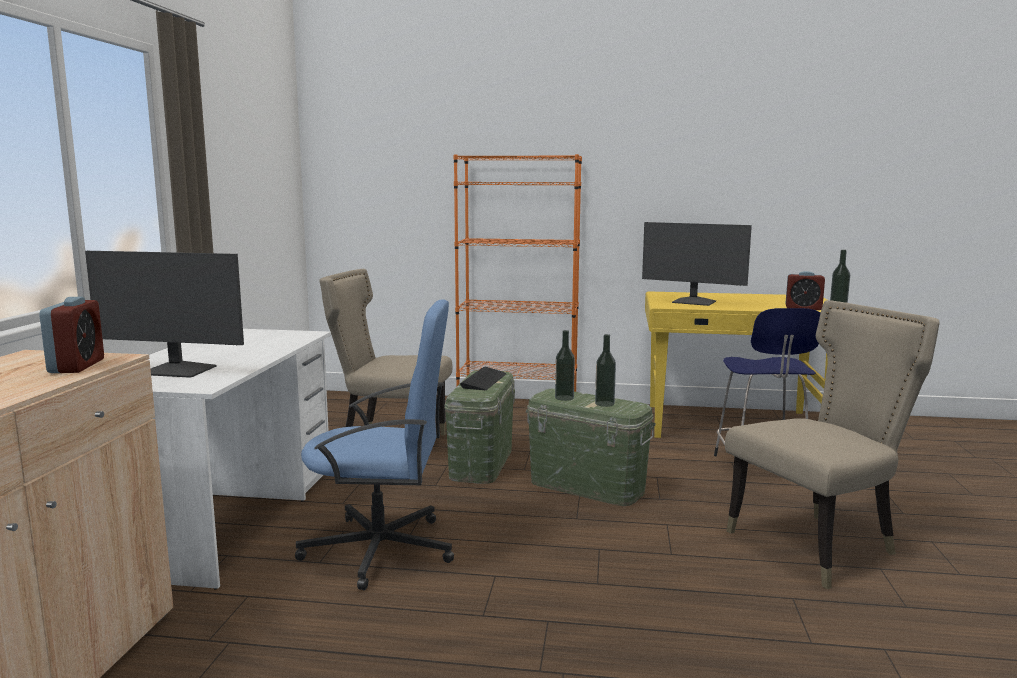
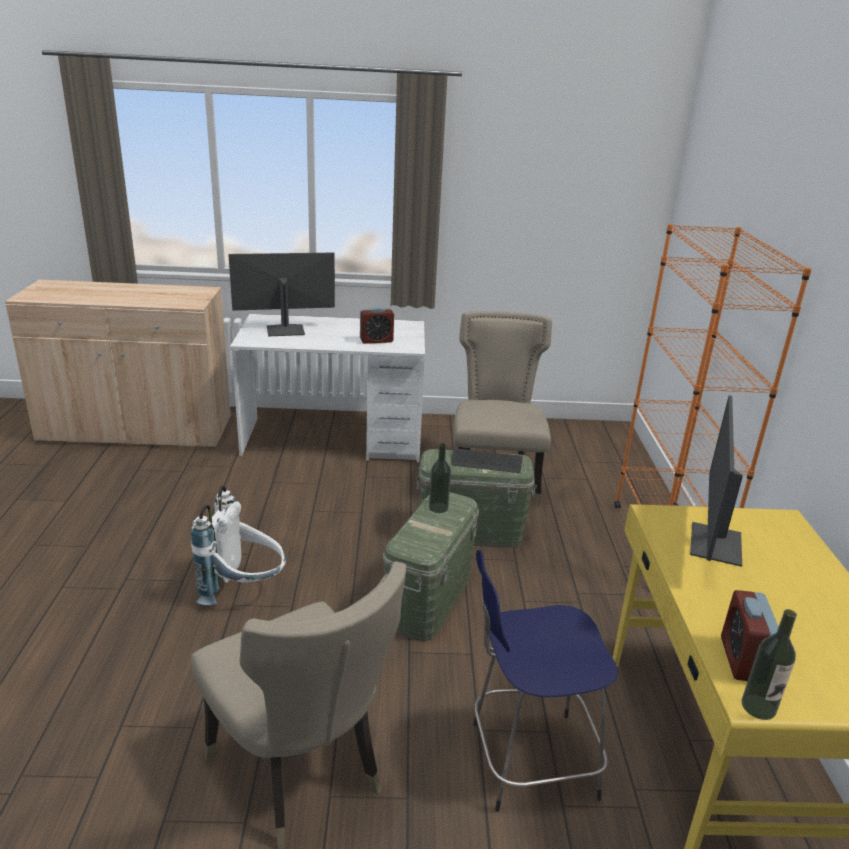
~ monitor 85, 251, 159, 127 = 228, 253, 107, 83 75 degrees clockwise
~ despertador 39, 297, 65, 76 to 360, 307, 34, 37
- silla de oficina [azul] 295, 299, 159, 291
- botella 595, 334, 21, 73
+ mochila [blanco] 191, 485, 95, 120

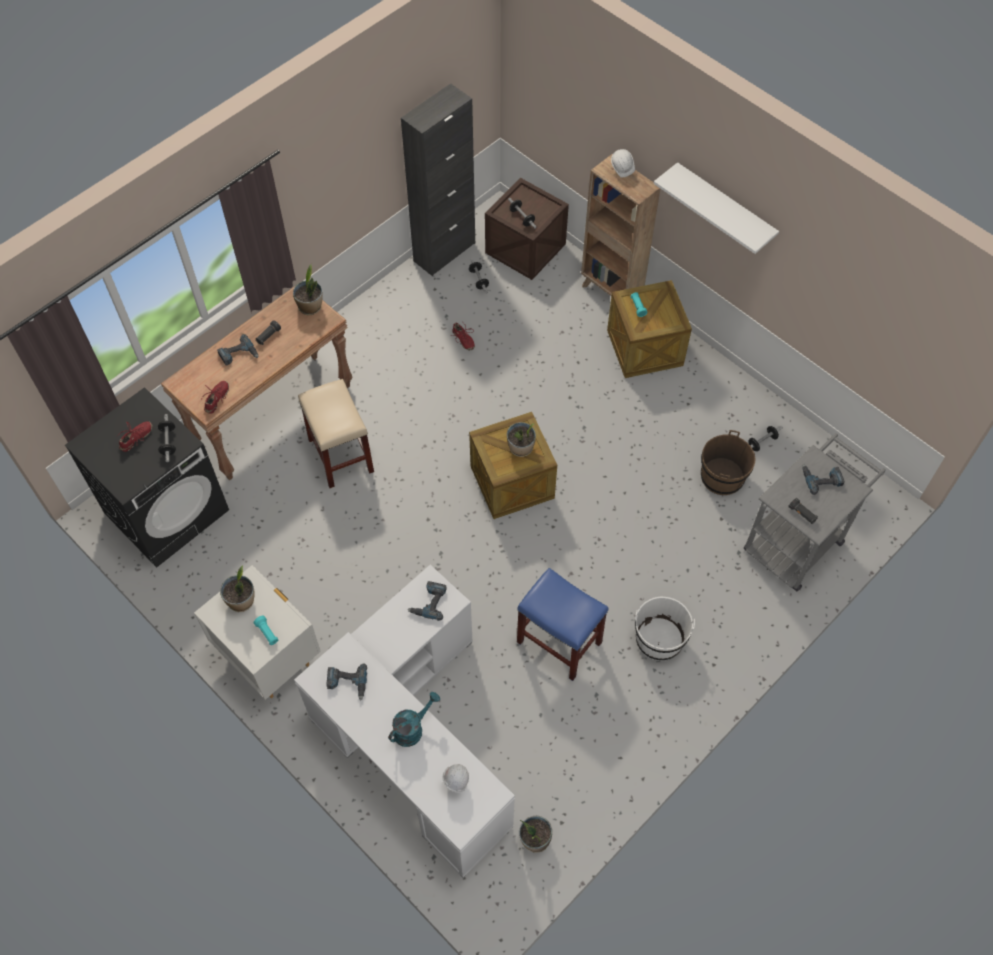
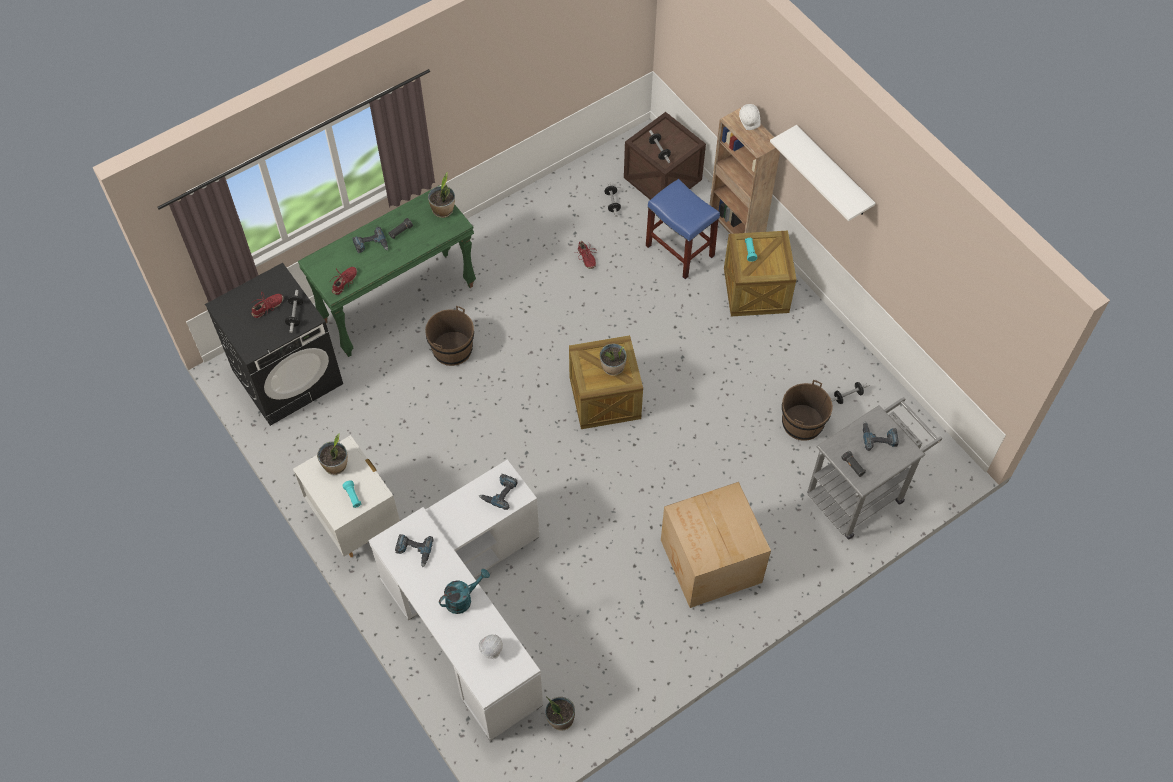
- armario [negro] 401, 83, 74, 193
~ mesa consola [marrón] 161, 286, 192, 194 to mesa consola [verde] 298, 189, 178, 168
~ taburete [beis] 298, 379, 76, 109 to cubo [marrón] 425, 306, 49, 60
~ taburete [azul] 517, 568, 91, 113 to 646, 179, 74, 100
~ cubo [blanco] 635, 597, 60, 64 to caja de cartón 661, 482, 110, 126

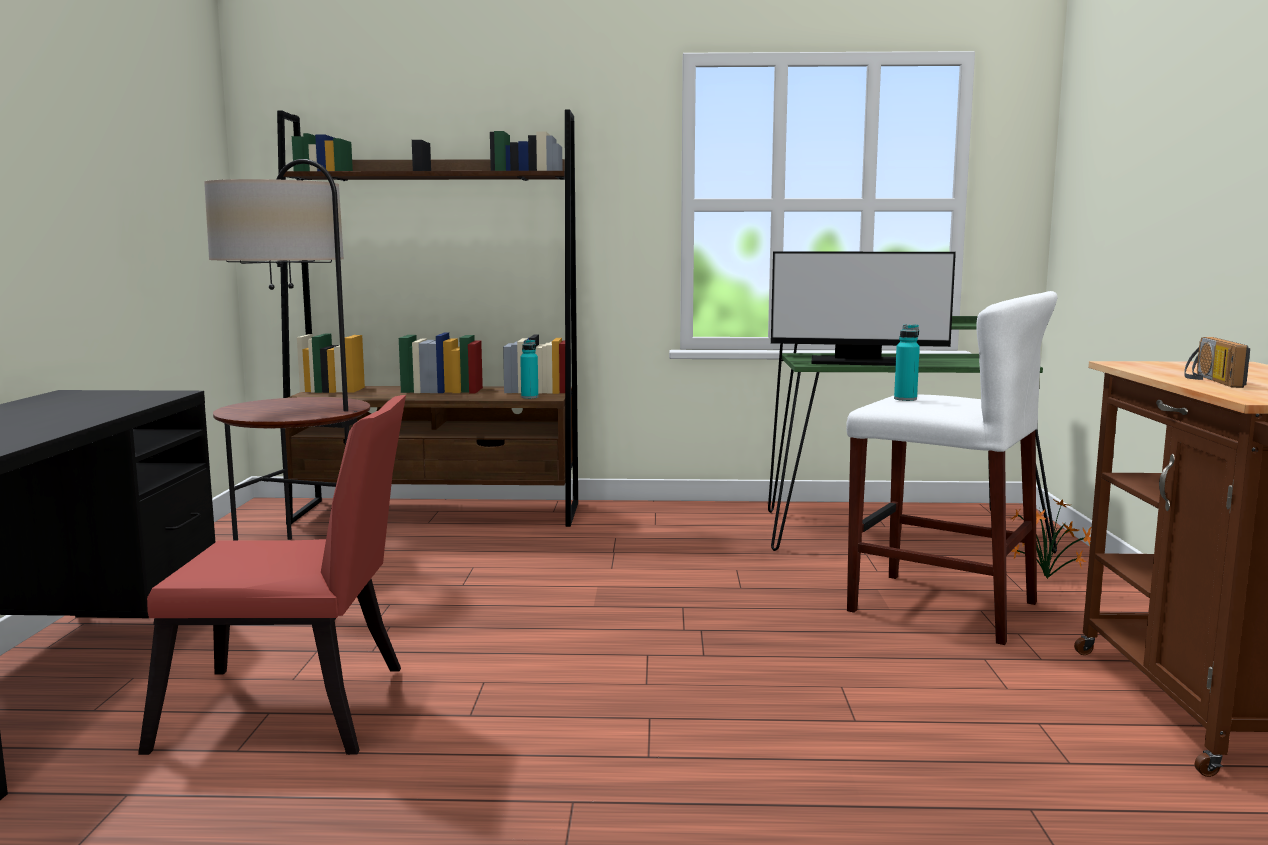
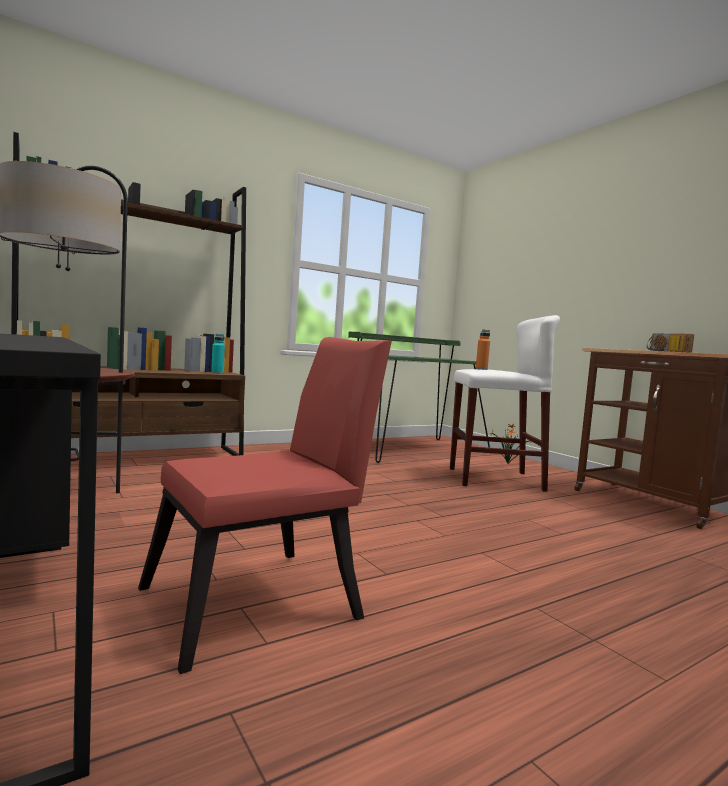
- monitor 771, 251, 185, 115
~ botella [turquesa] 894, 324, 26, 77 to botella [naranja] 476, 330, 14, 40

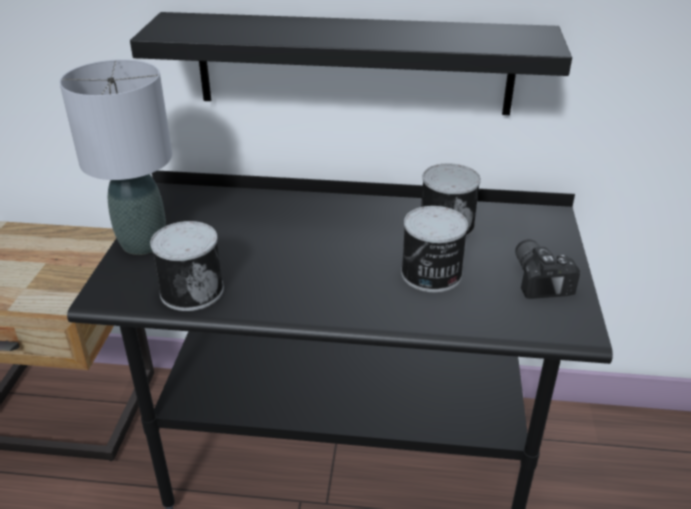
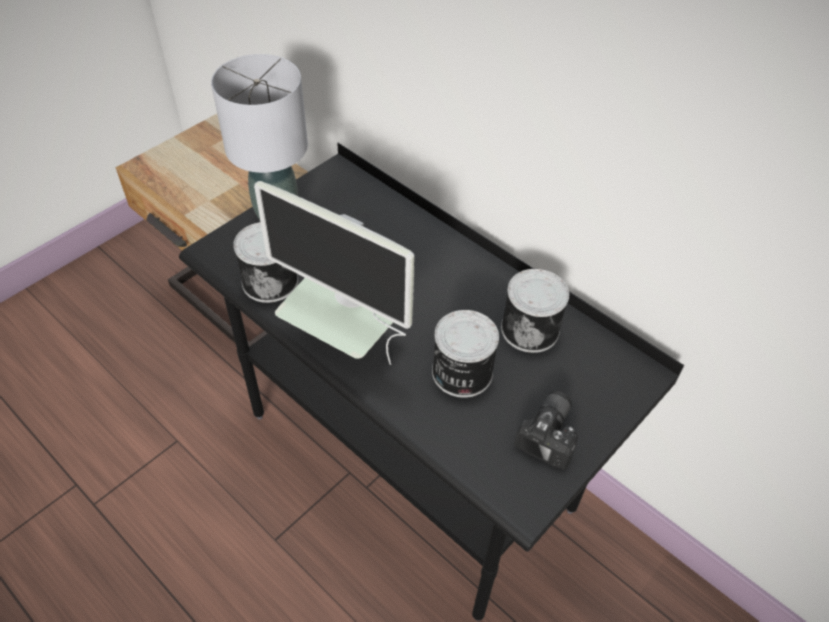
- estante [negro] 130, 12, 442, 103
+ monitor 254, 181, 160, 184

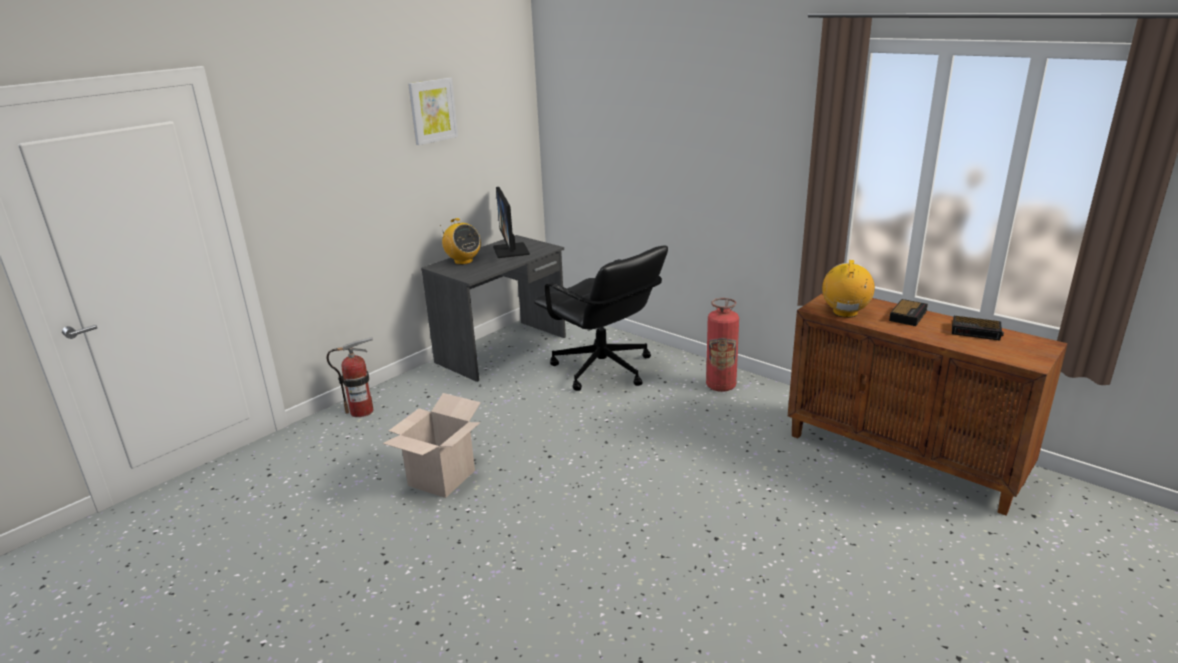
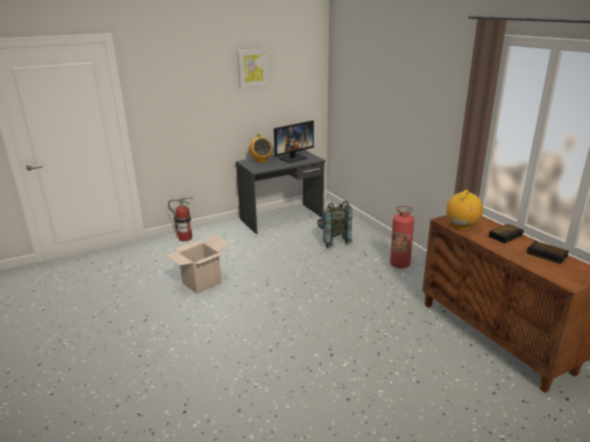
~ monitor 493, 187, 37, 71 = 274, 120, 40, 43 135 degrees counterclockwise
~ silla de oficina [negro] 534, 245, 134, 146 to mochila [gris] 317, 201, 36, 47

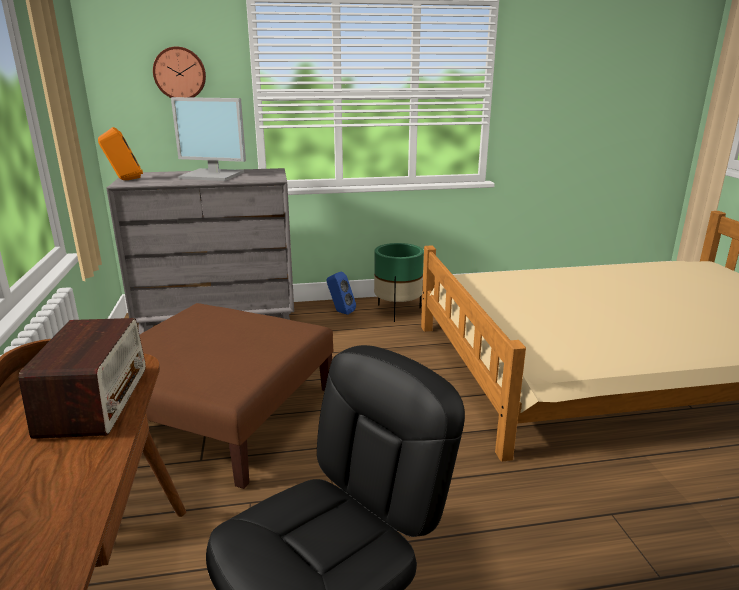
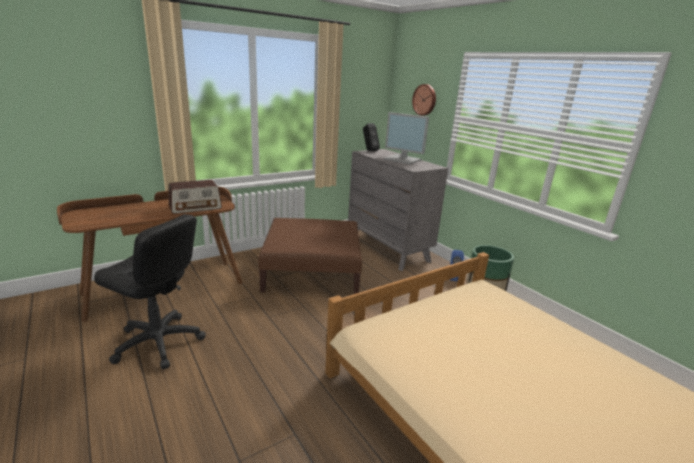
~ monitor 171, 97, 75, 84 = 384, 112, 45, 52 45 degrees counterclockwise
~ altavoz [naranja] 98, 127, 45, 53 to altavoz [negro] 363, 123, 17, 28

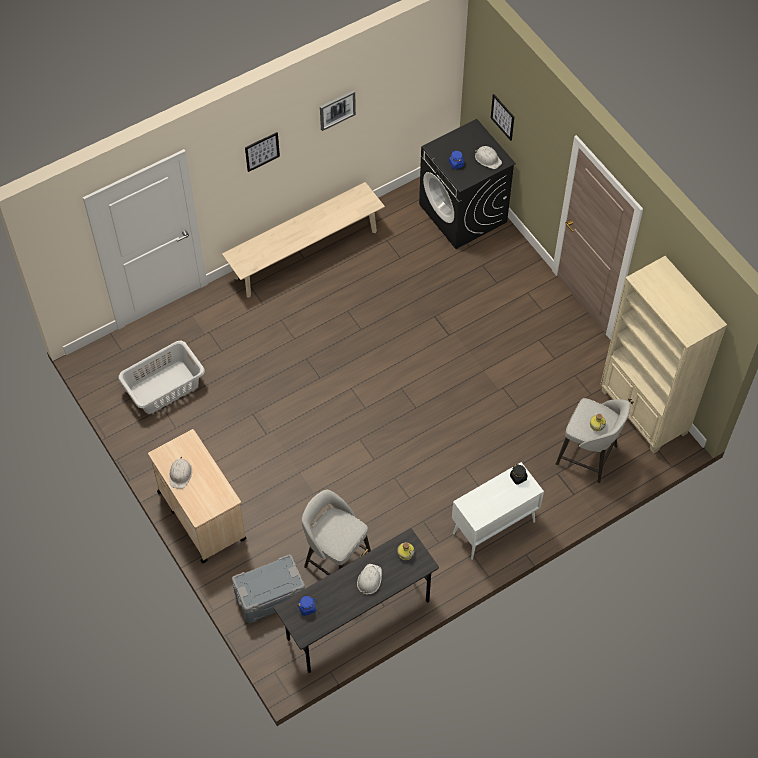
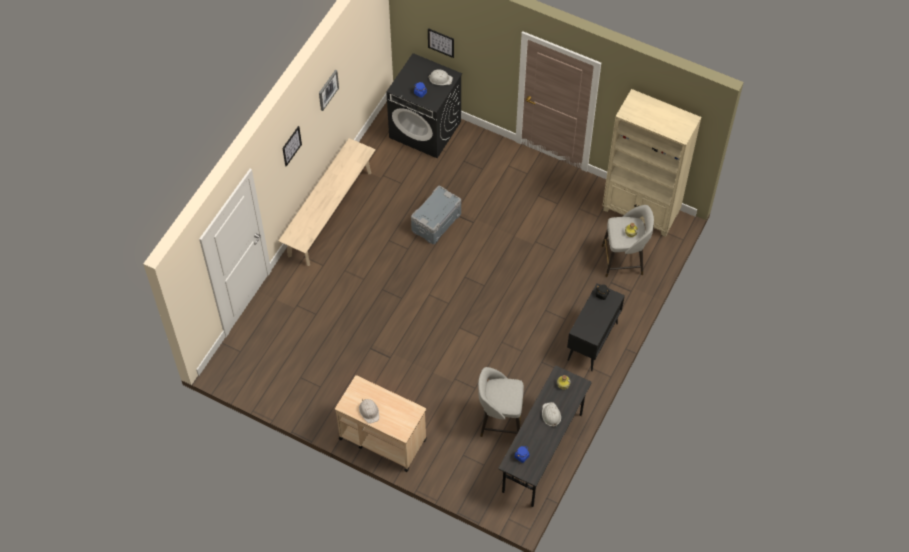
- cesto de la ropa [gris] 118, 341, 87, 73
~ armario [blanco] 452, 462, 92, 98 to armario [negro] 567, 283, 58, 88
~ caja de almacenaje [gris] 232, 554, 73, 69 to 411, 186, 50, 58

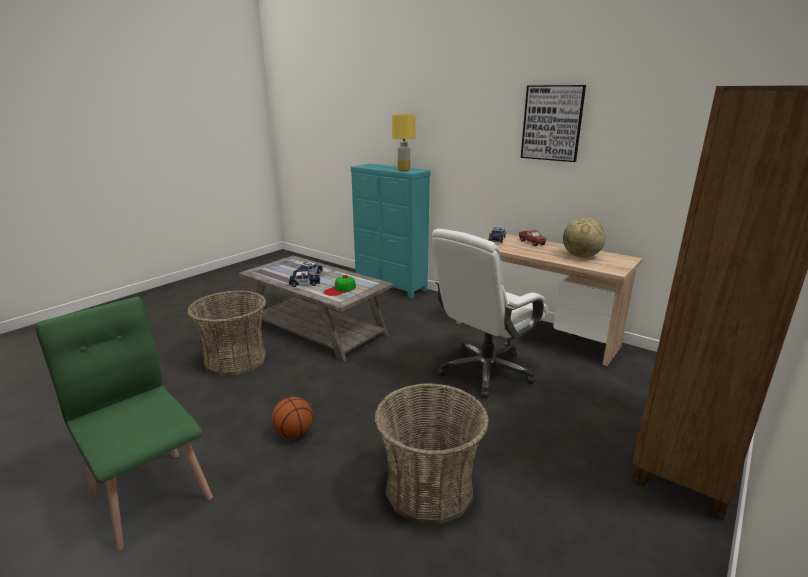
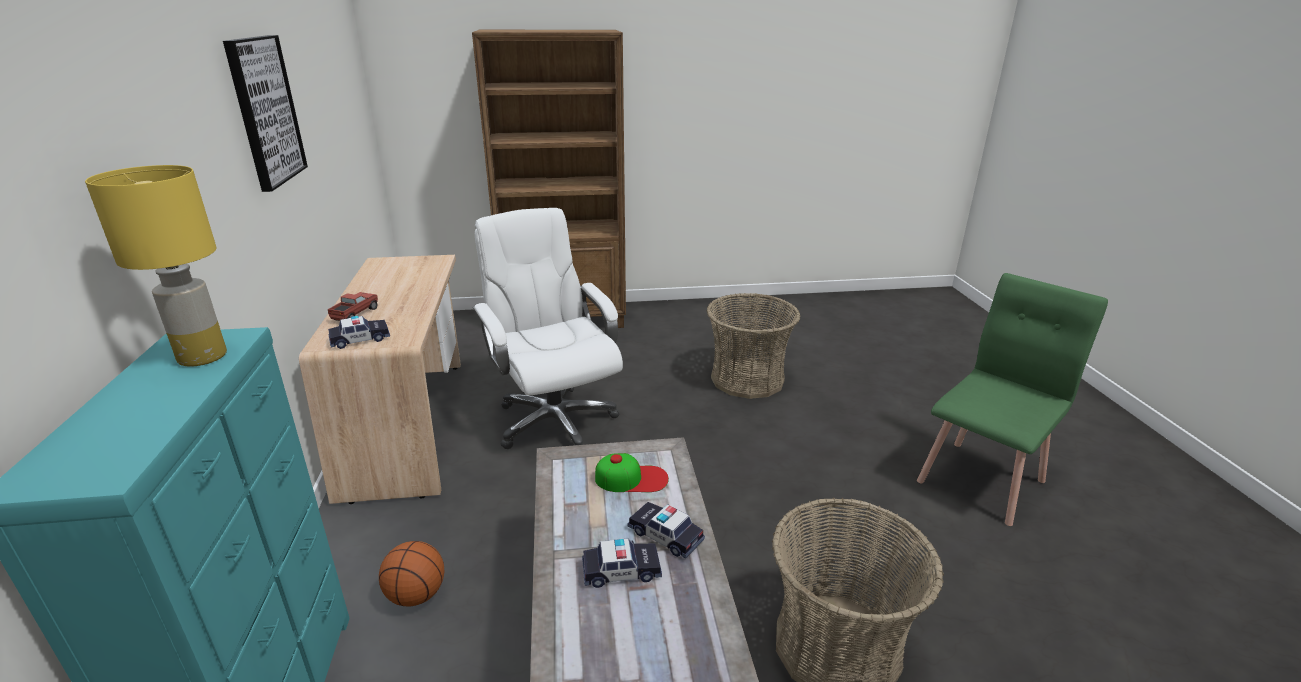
- globo terráqueo 563, 218, 43, 40
~ silla de oficina [blanco] 432, 229, 116, 169 = 473, 208, 150, 241 120 degrees counterclockwise
~ silla [verde] 35, 296, 178, 255 = 917, 273, 191, 253 135 degrees counterclockwise
~ balón de baloncesto 272, 397, 41, 42 to 379, 541, 65, 65

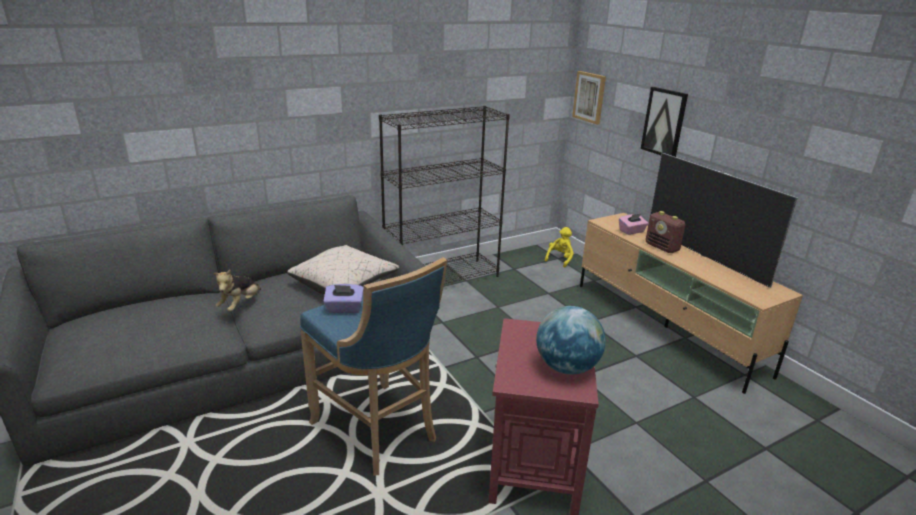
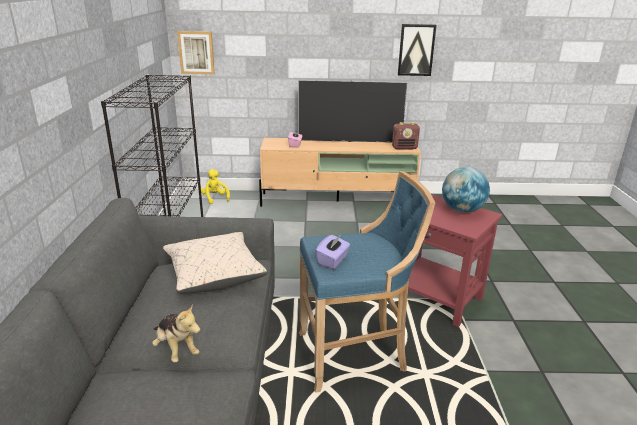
~ cuadro 641, 87, 47, 70 to 398, 24, 38, 52
~ radio 646, 211, 40, 42 to 392, 122, 28, 28

